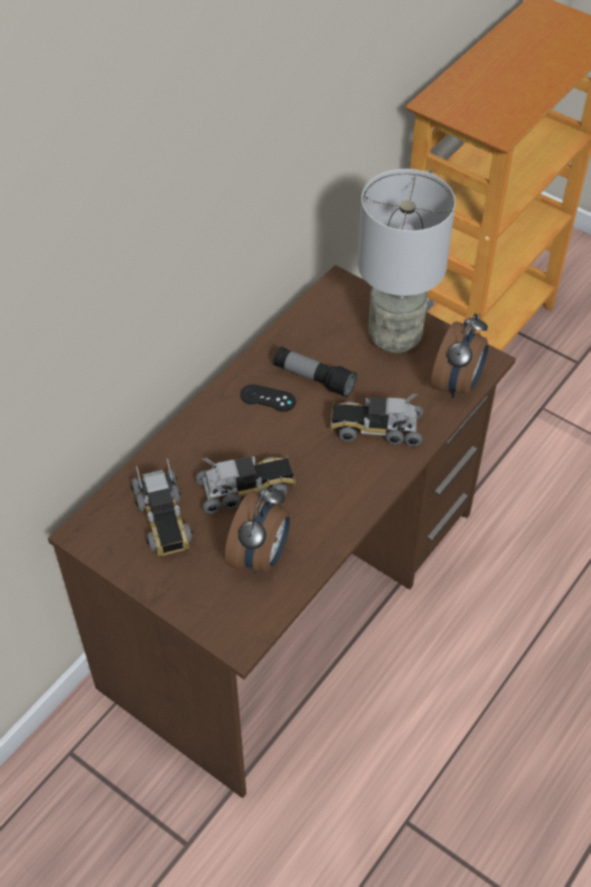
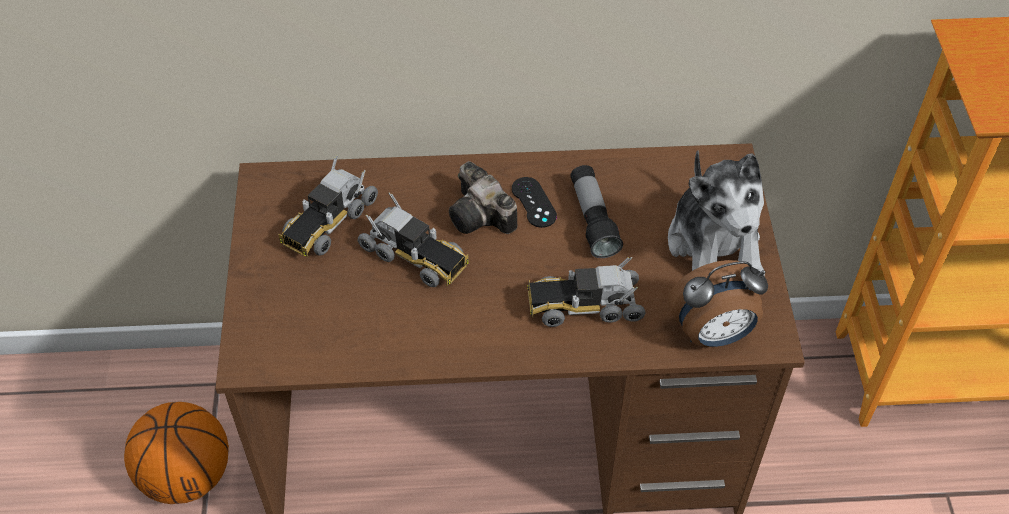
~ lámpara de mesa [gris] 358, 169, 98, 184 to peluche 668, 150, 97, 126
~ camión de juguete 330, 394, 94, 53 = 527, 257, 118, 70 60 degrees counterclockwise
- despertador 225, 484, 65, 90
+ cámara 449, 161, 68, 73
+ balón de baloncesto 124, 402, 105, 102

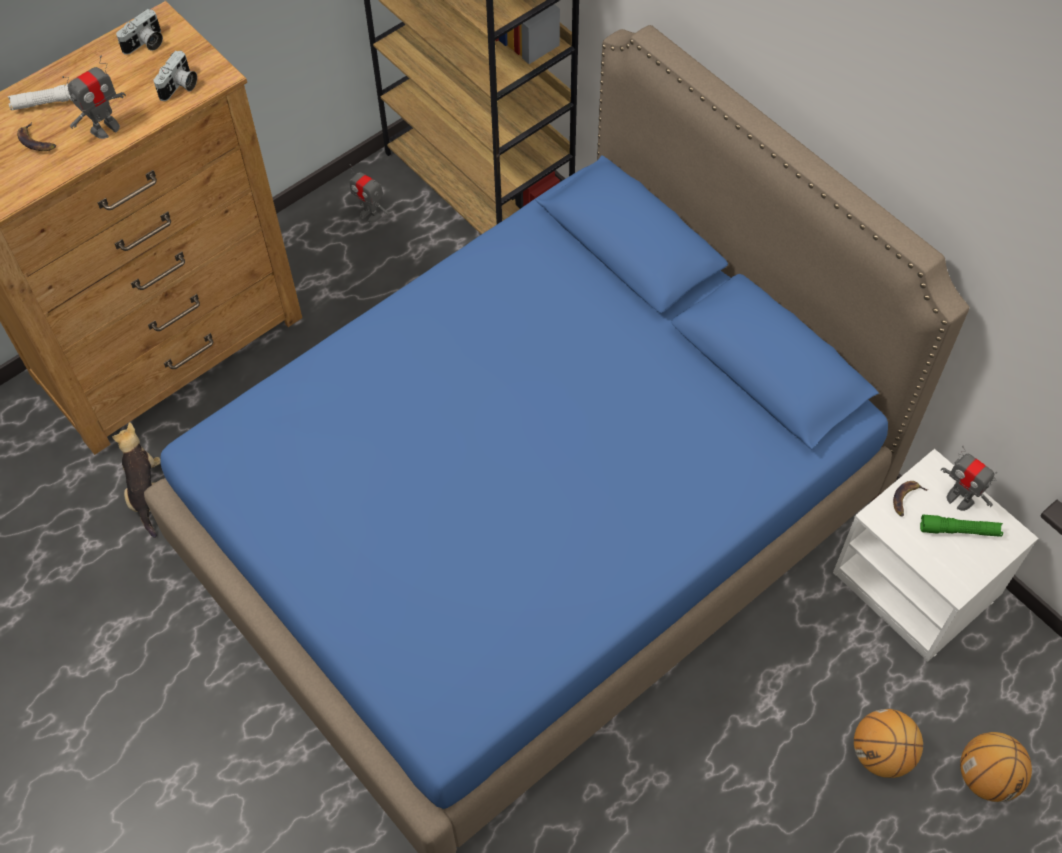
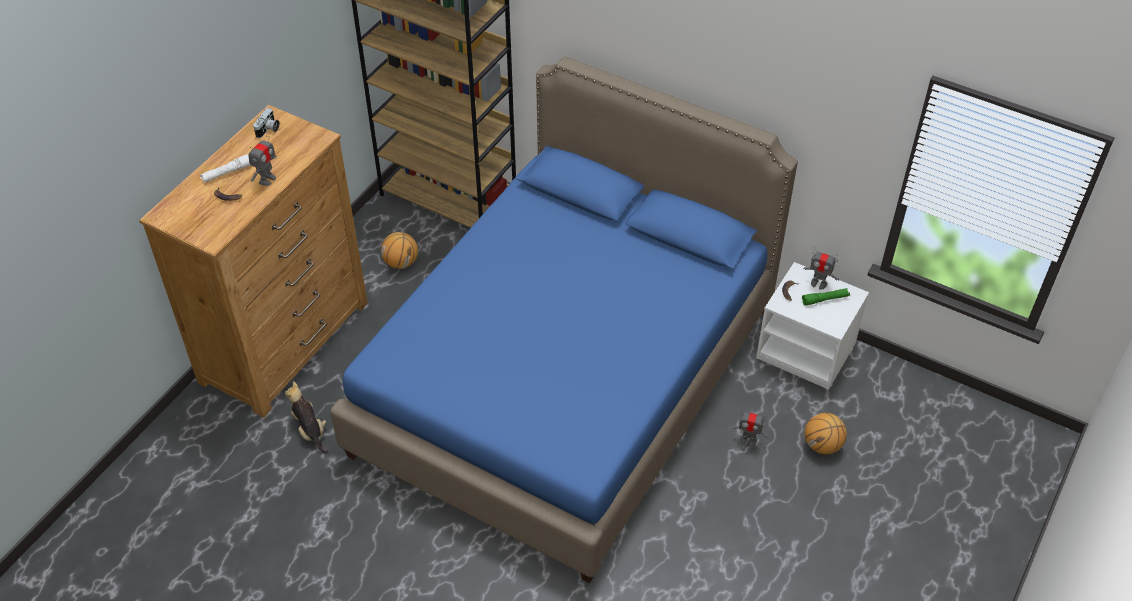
- cámara 153, 51, 44, 50
~ robot de juguete 349, 164, 40, 59 to 732, 408, 36, 39
~ balón de baloncesto 960, 732, 72, 70 to 381, 232, 37, 37

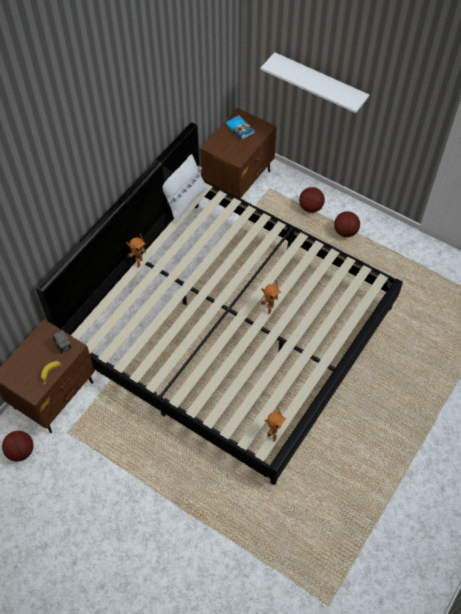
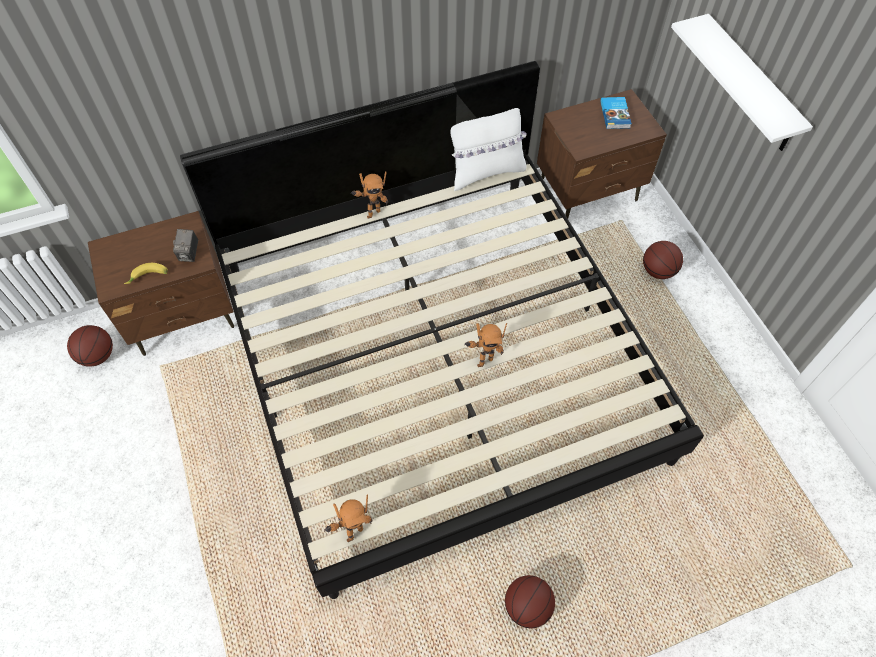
~ balón de baloncesto 334, 211, 26, 26 to 505, 575, 50, 53

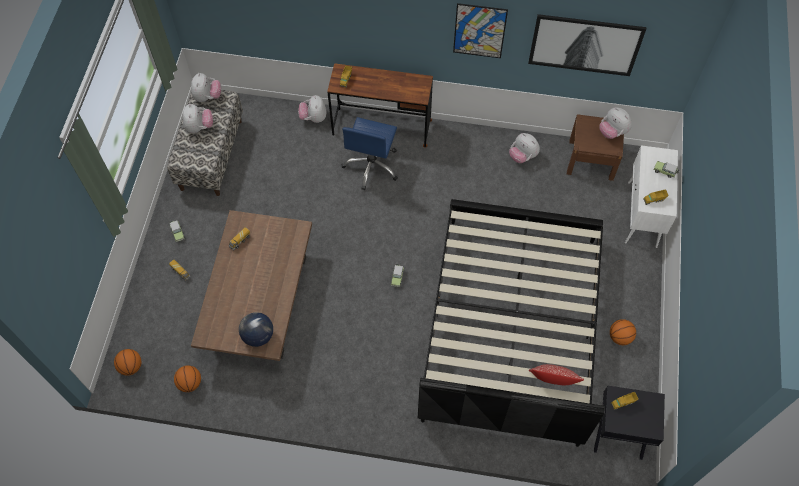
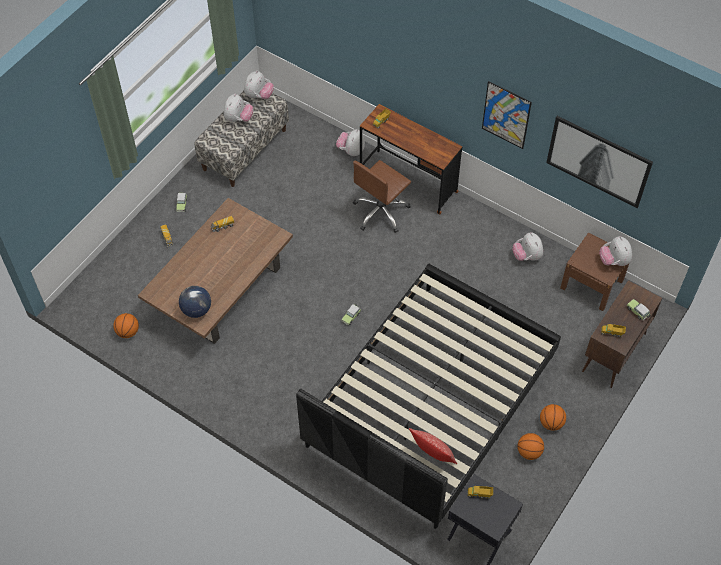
~ silla de oficina [azul] 342, 117, 56, 73 to silla de oficina [marrón] 353, 160, 58, 73
~ armario [blanco] 625, 145, 53, 103 to armario [marrón] 582, 280, 80, 108
~ balón de baloncesto 114, 349, 27, 27 to 540, 404, 26, 27

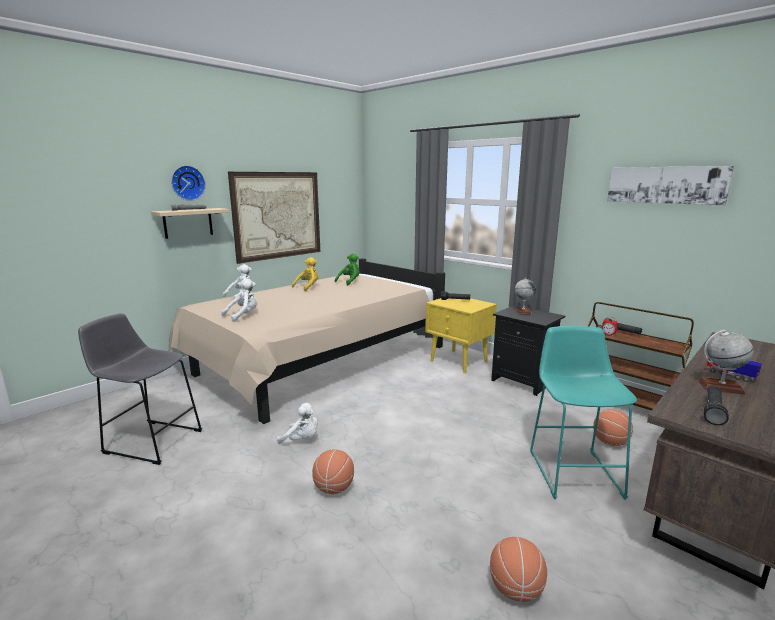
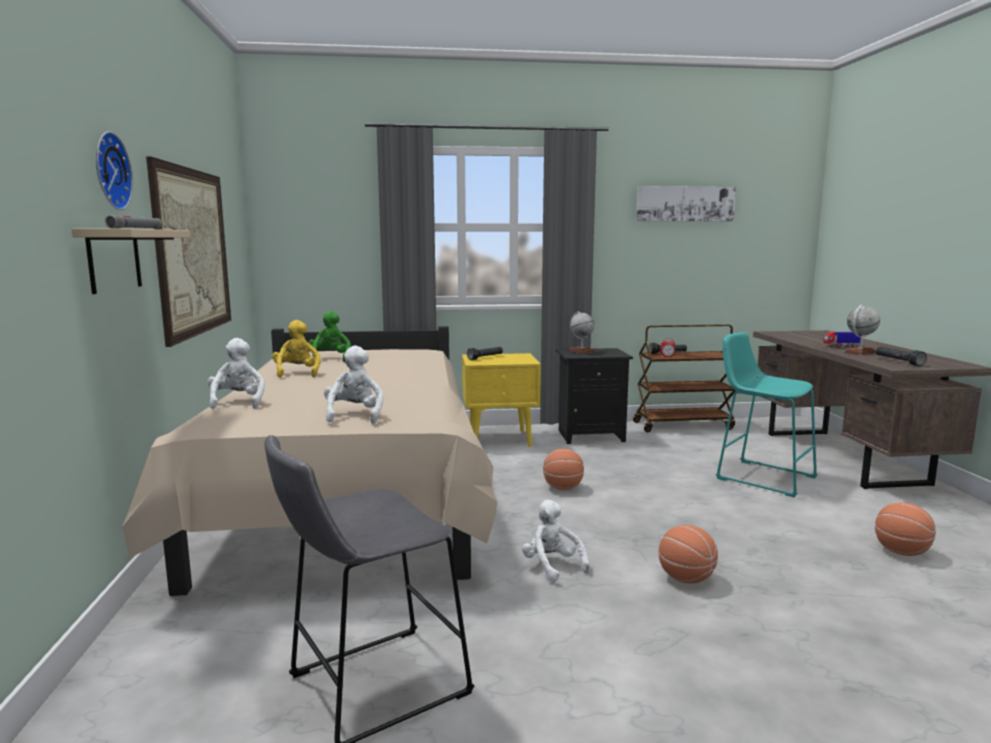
~ peluche [blanco] 277, 403, 41, 41 = 522, 500, 68, 82 90 degrees counterclockwise
~ balón de baloncesto 593, 409, 40, 37 to 543, 449, 41, 41

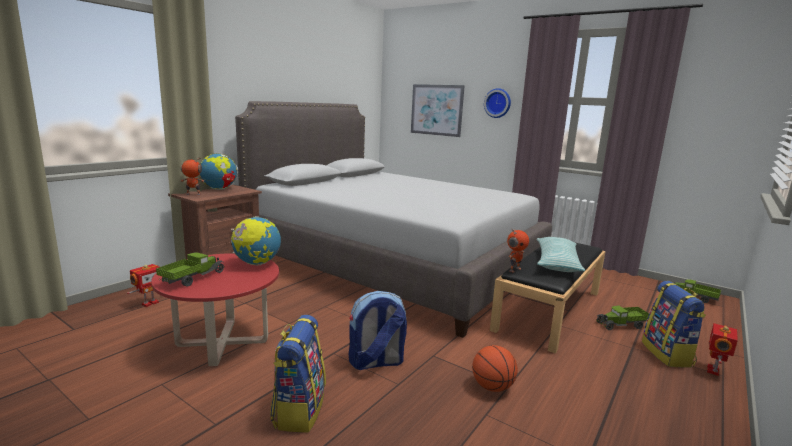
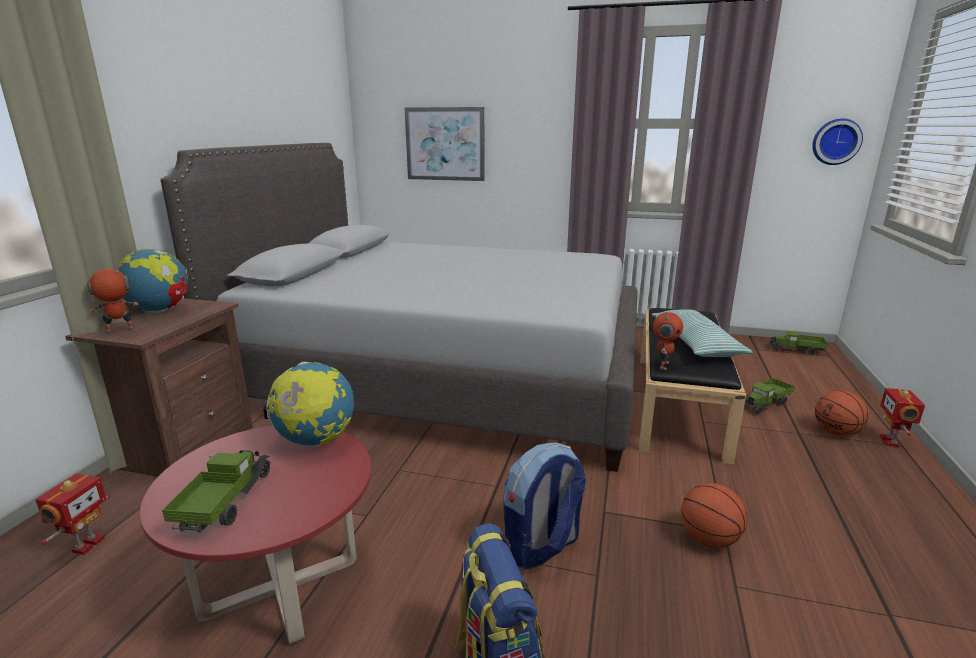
~ reloj de pared 484, 88, 27, 30 to 812, 118, 51, 47
~ mochila 642, 281, 64, 87 to balón de baloncesto 815, 390, 54, 46

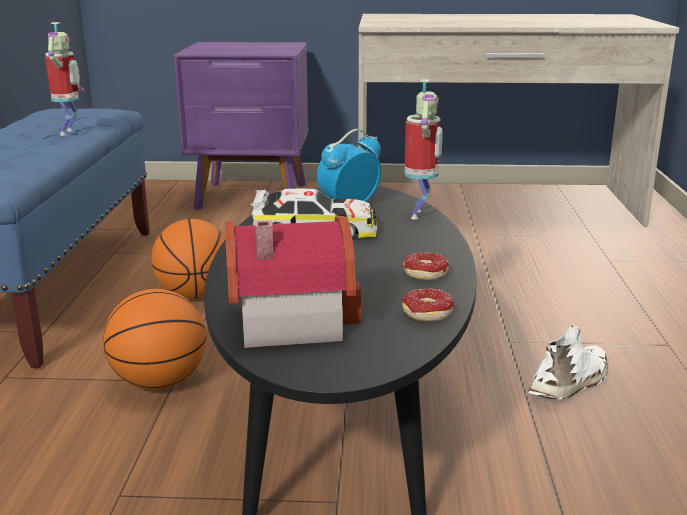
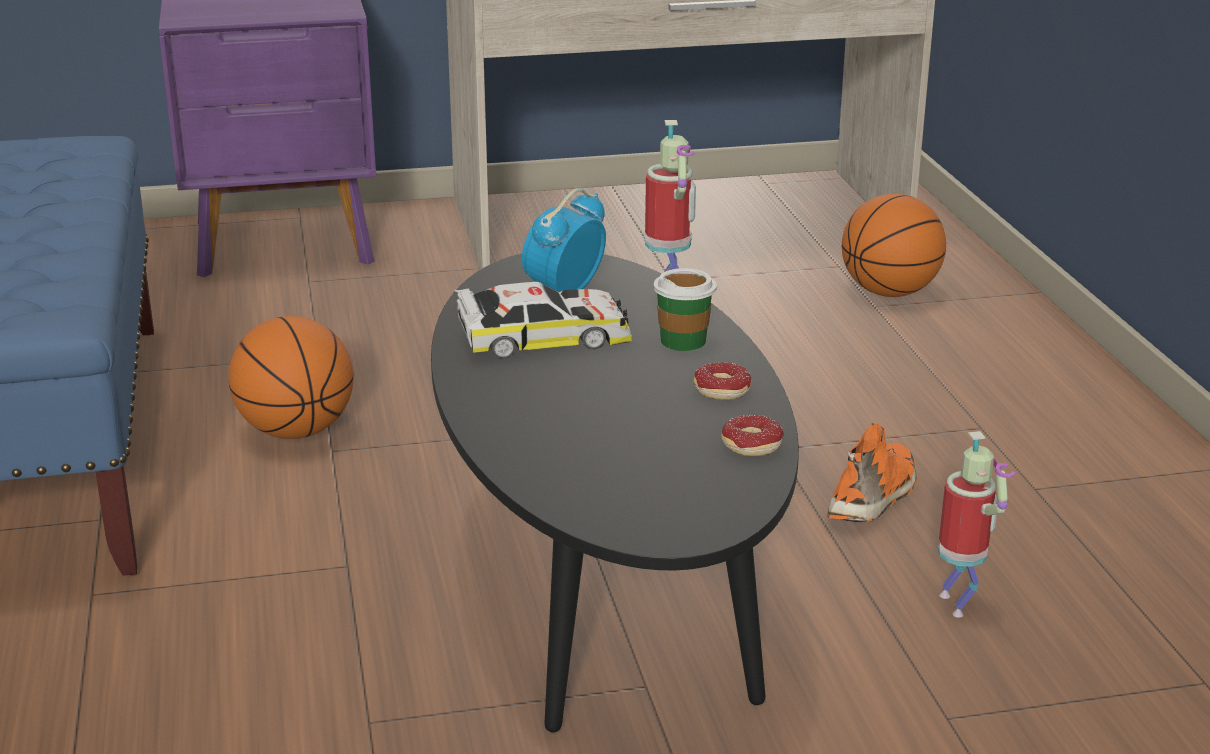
~ robot de juguete 45, 22, 40, 114 to 938, 431, 77, 187
- casita 225, 216, 136, 132
~ balón de baloncesto 103, 289, 103, 101 to 842, 194, 104, 103
~ zapato [blanco] 529, 326, 79, 73 to zapato [naranja] 827, 423, 90, 99
+ taza 654, 268, 63, 83

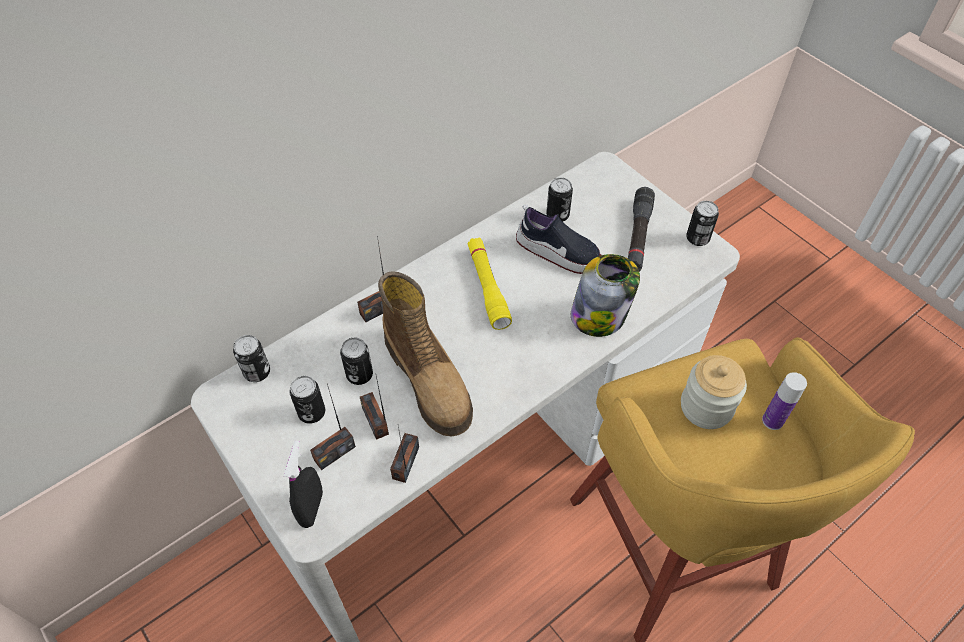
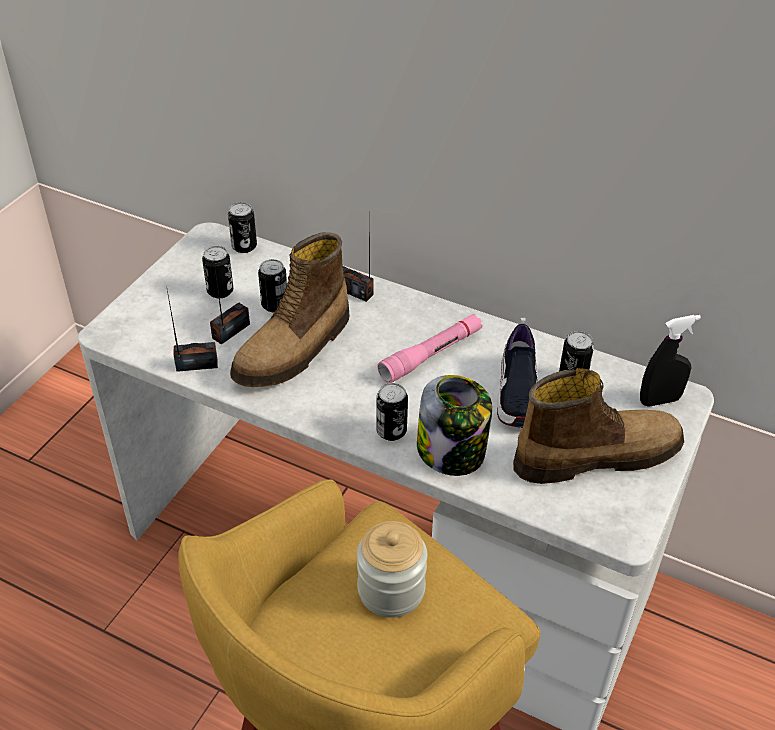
~ linterna [negro] 628, 187, 27, 85 to bota 513, 368, 171, 116
~ lata 686, 201, 33, 45 to 376, 383, 32, 58
~ linterna [amarillo] 468, 237, 44, 93 to linterna [rosa] 377, 314, 106, 69
- botella 762, 372, 45, 58
- radio 310, 384, 46, 86
~ pulverizador [negro] 284, 441, 39, 87 to 640, 315, 61, 92

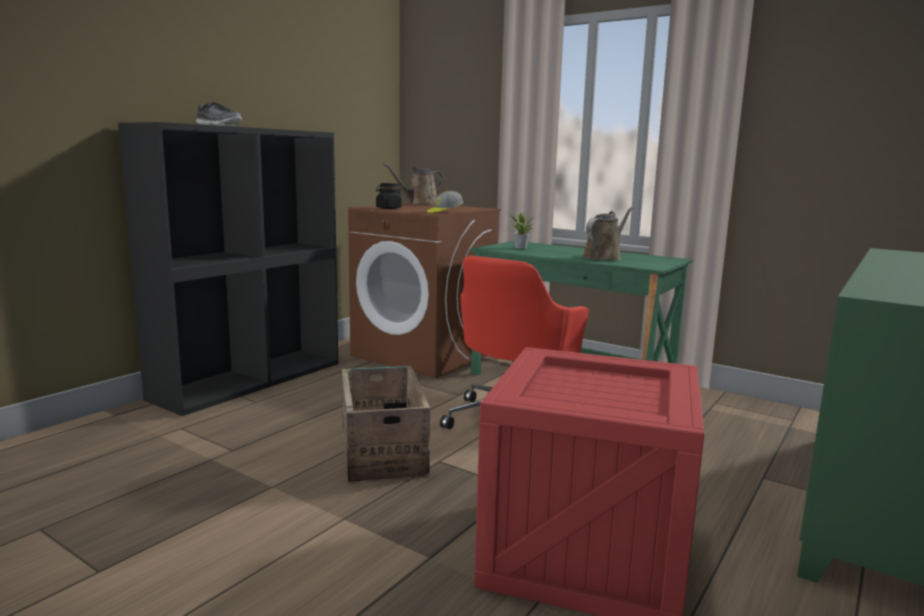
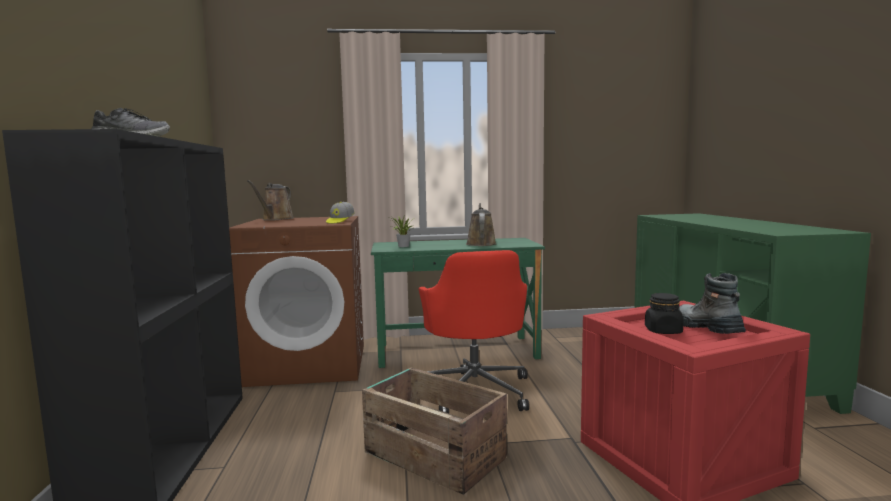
~ tarro [negro] 376, 183, 26, 26 to 645, 293, 38, 41
+ bota 678, 273, 68, 61

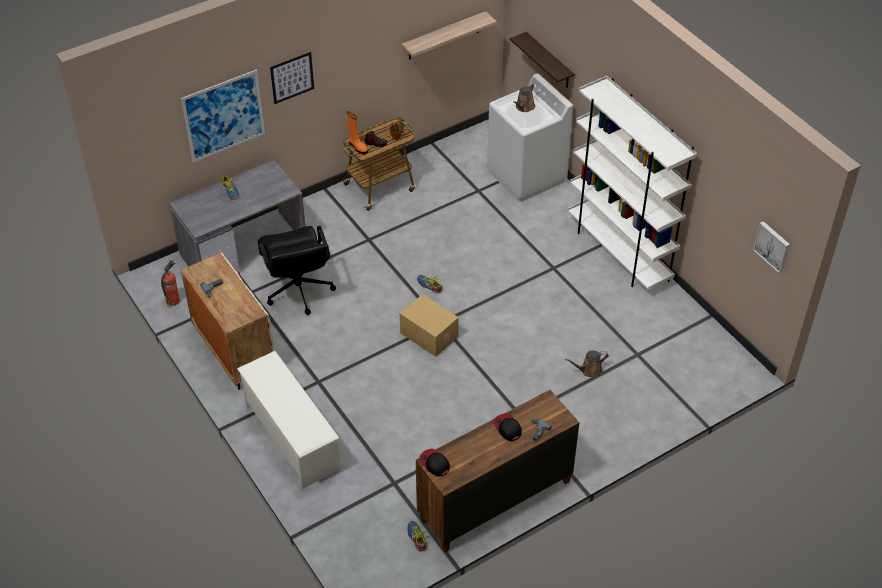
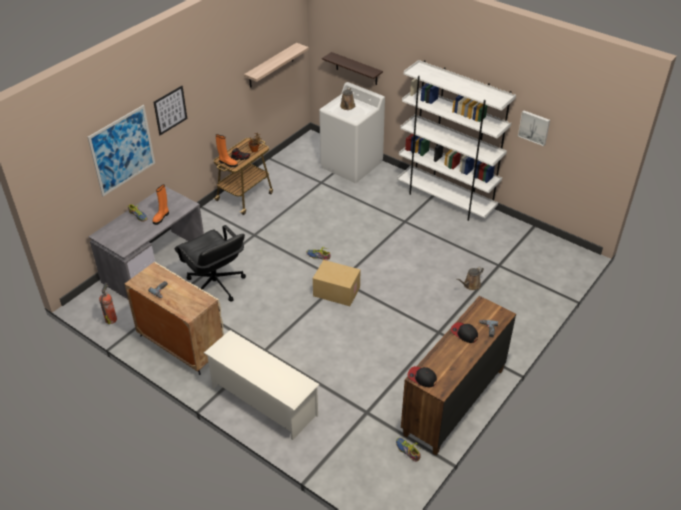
~ cuadro 753, 221, 37, 52 to 518, 110, 32, 36
+ bota [naranja] 152, 184, 17, 41

